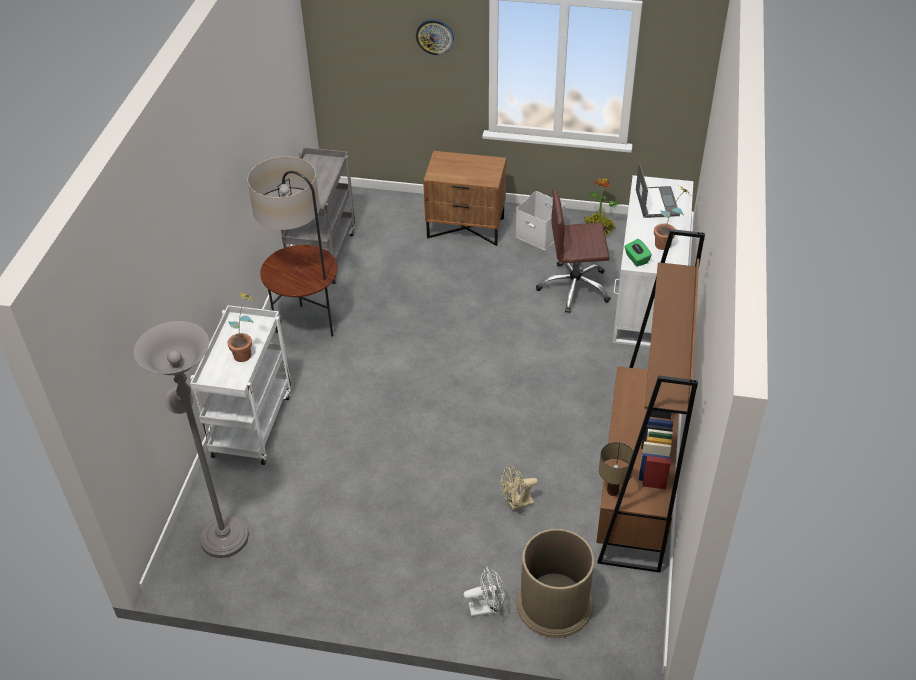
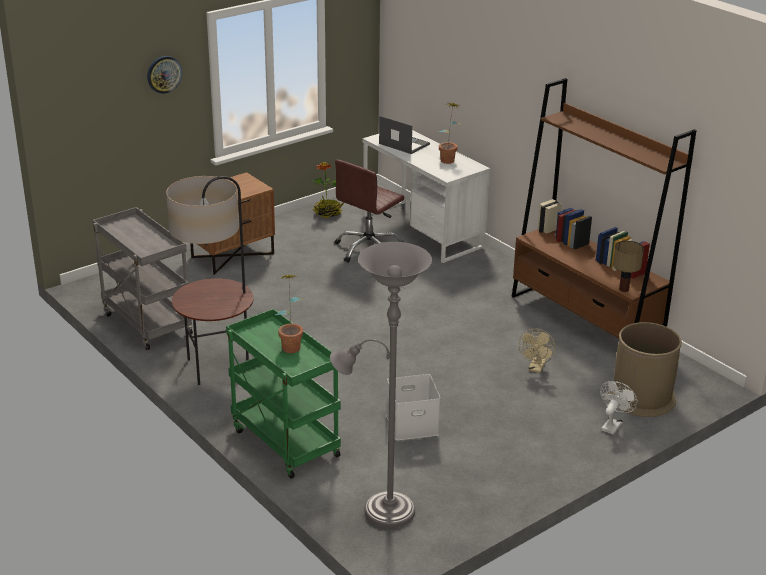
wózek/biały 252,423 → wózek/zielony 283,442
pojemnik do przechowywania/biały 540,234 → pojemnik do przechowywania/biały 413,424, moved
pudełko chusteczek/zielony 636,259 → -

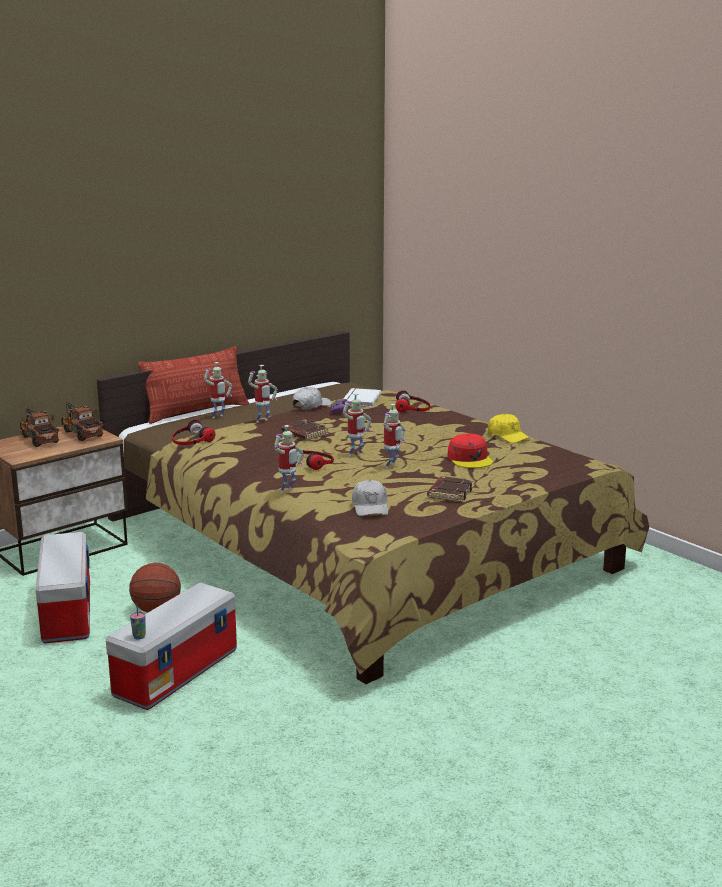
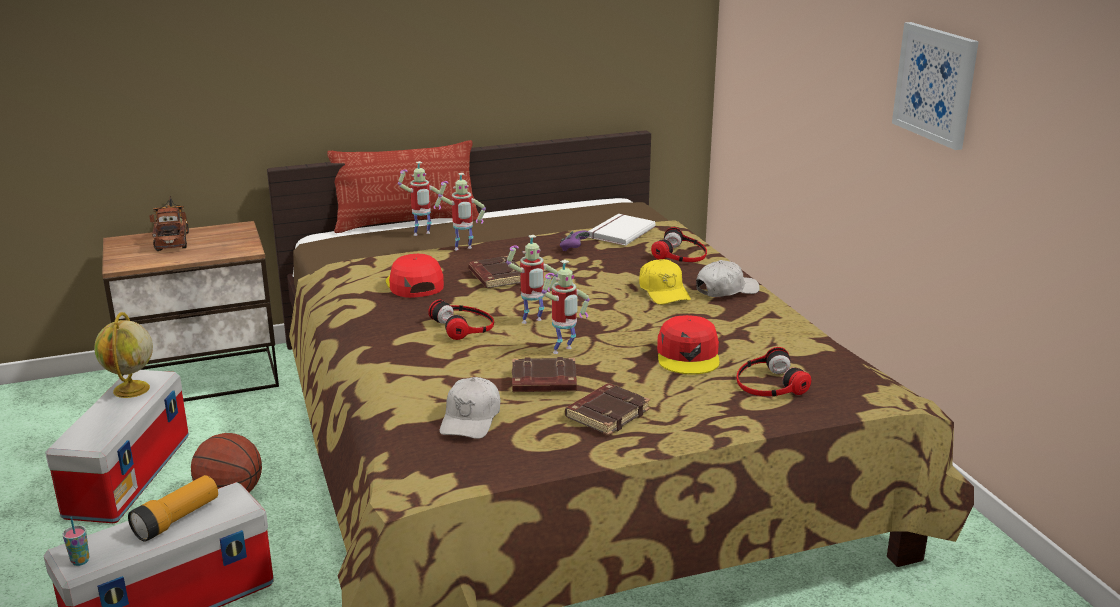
- → globus 131,390
- → latarka 177,520
- → czapka z daszkiem/czerwony 414,284
- → książka/brązowy 543,382
czapka z daszkiem/żółty 508,436 → czapka z daszkiem/żółty 663,292, moved
czapka z daszkiem/biały 311,406 → czapka z daszkiem/biały 726,290, moved
słuchawki 191,439 → słuchawki 769,383, moved
- → obraz 936,84
ciężarówka zabawkowa 81,433 → -
robot zabawkowy 287,491 → -

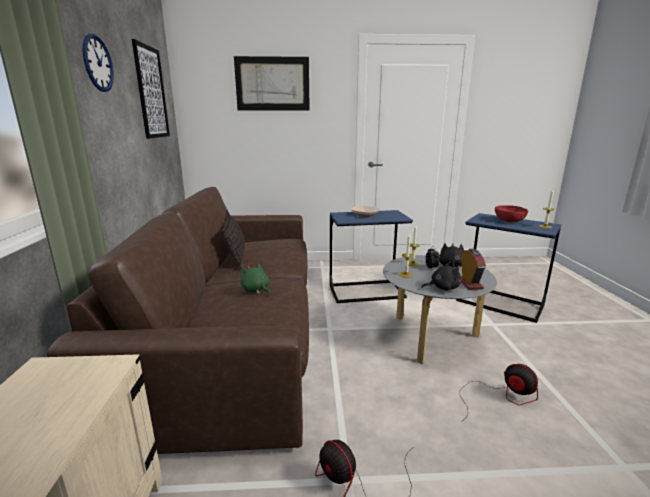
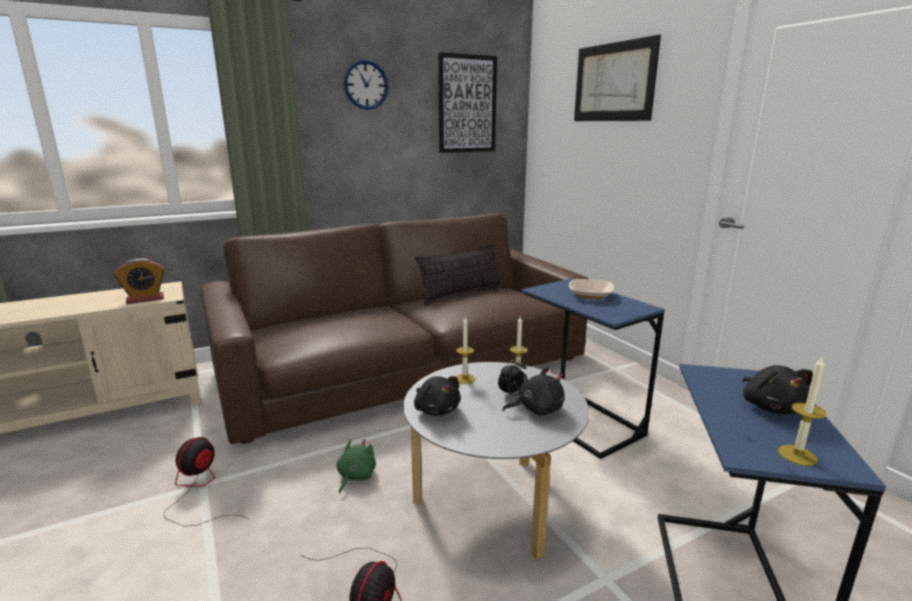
budzik 469,283 → budzik 145,299, moved
pluszak/zielony 256,290 → pluszak/zielony 355,476, moved
miska/czerwony 509,221 → pluszak/czarny 771,407

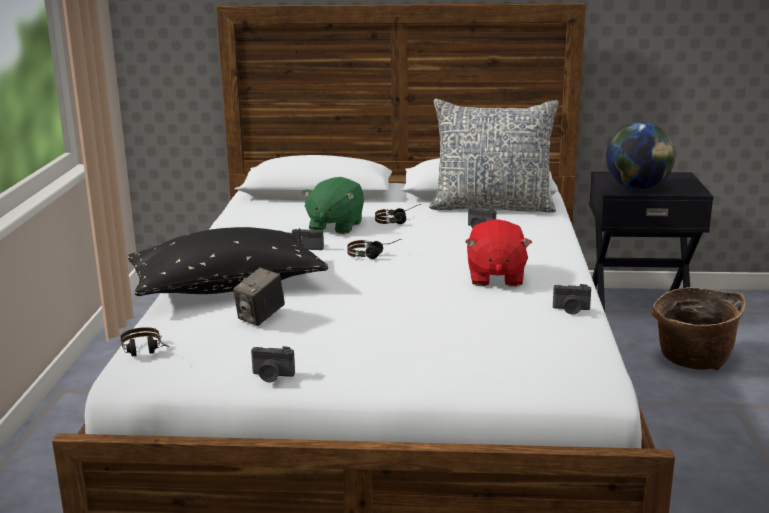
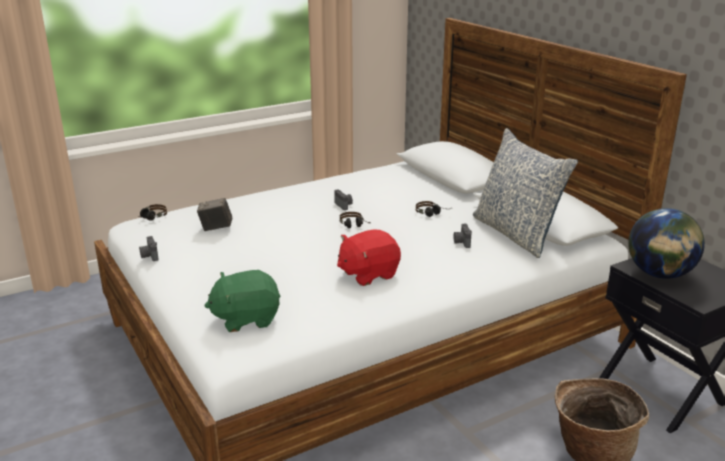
pluszak/zielony 335,226 → pluszak/zielony 246,318, moved
poduszka/czarny 227,287 → -
aparat fotograficzny 571,310 → -

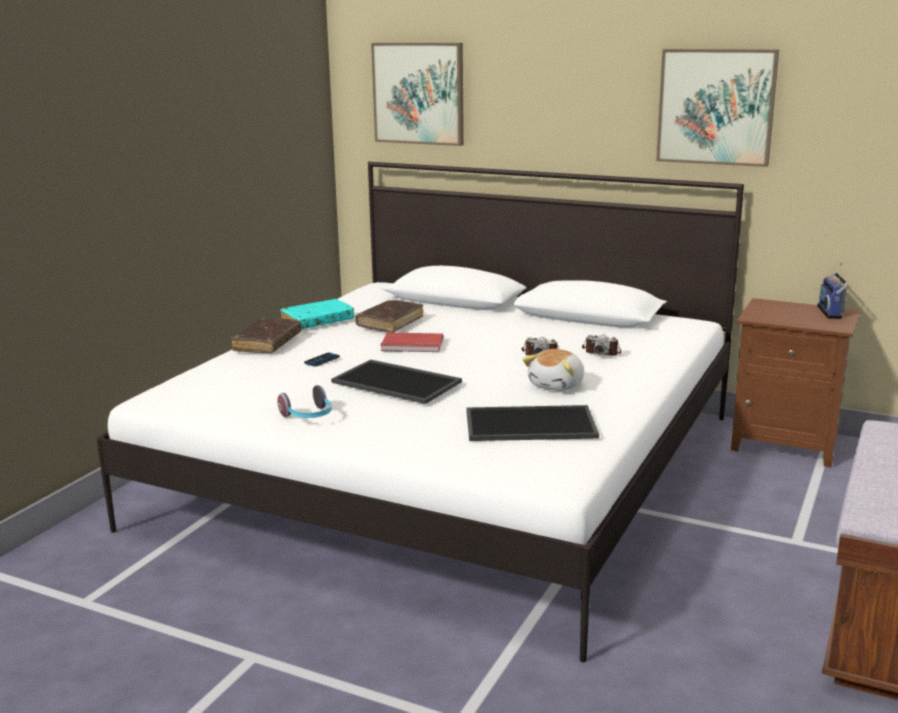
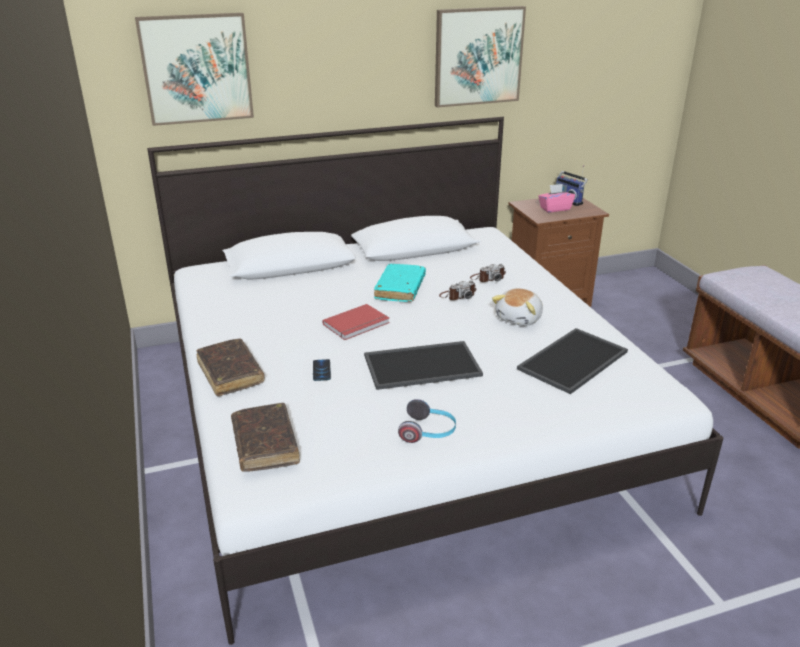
książka/brązowy 390,323 → książka/brązowy 265,445, moved
książka/turkusowy 317,322 → książka/turkusowy 400,289, moved
pluszak 557,385 → pluszak 520,318, 45 degrees clockwise
- → pudełko chusteczek/różowy 555,209

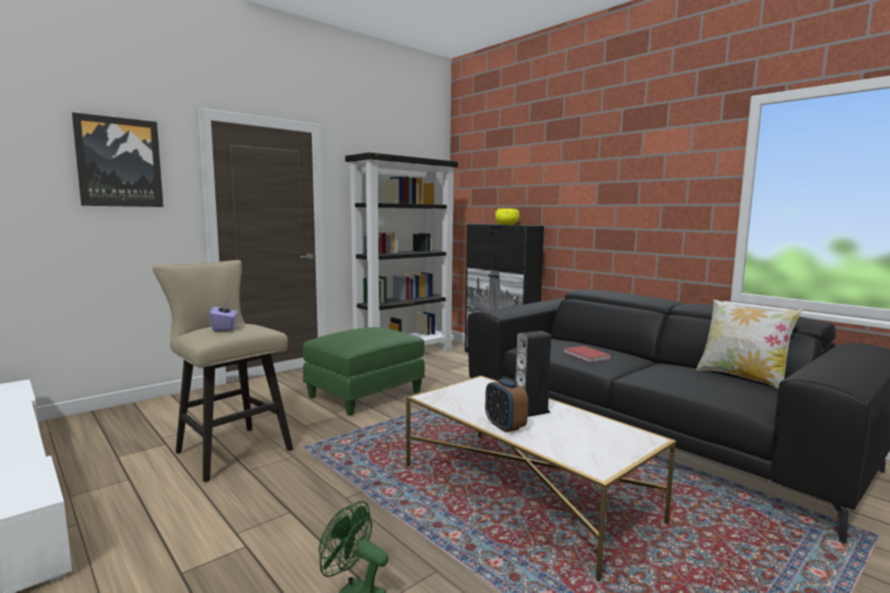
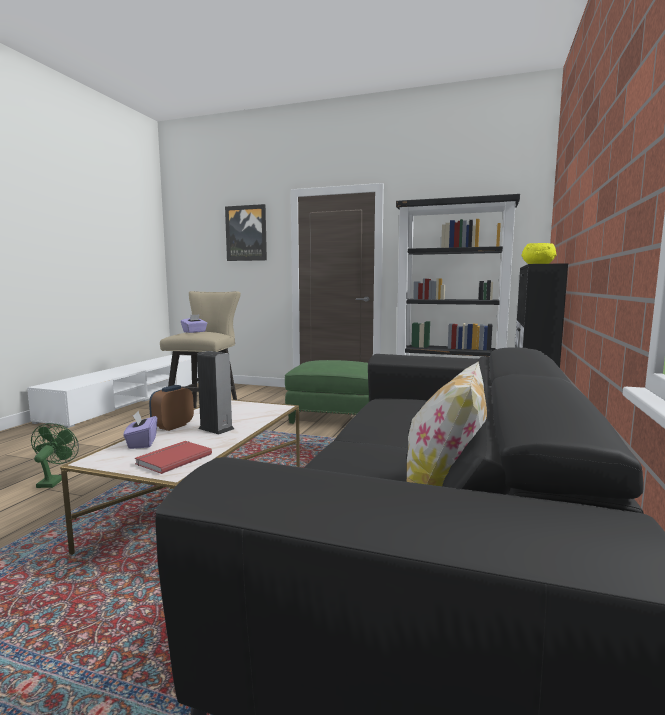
- → pudełko chusteczek/fioletowy 142,443
książka/czerwony 585,356 → książka/czerwony 172,459, moved

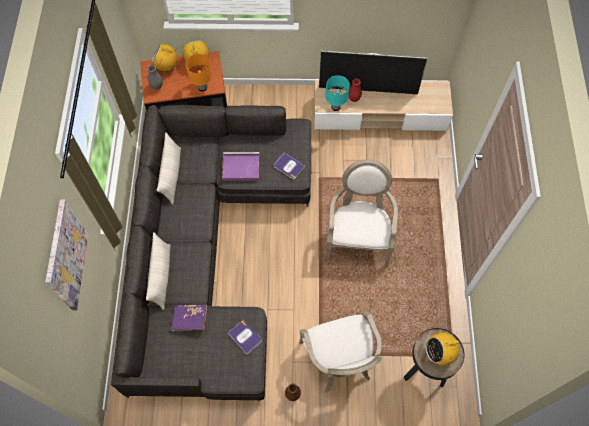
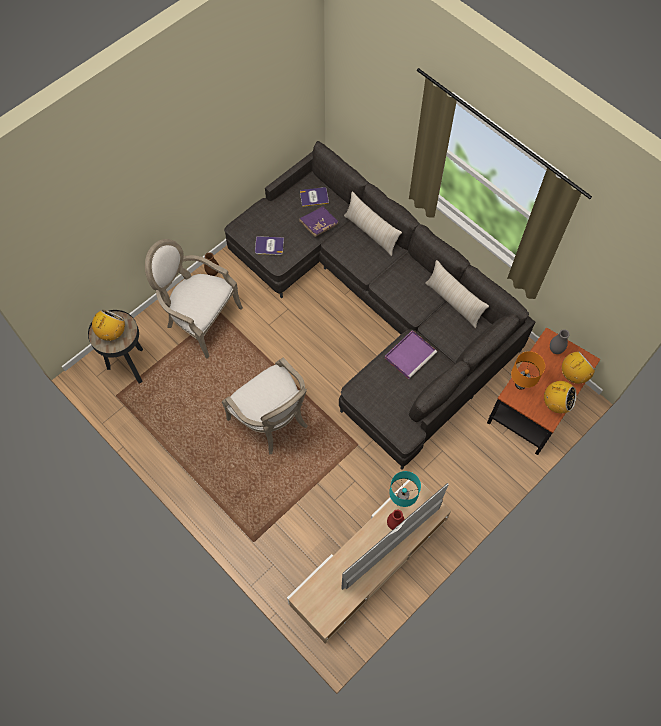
książka 288,166 → książka 314,197, moved
obraz 66,256 → -

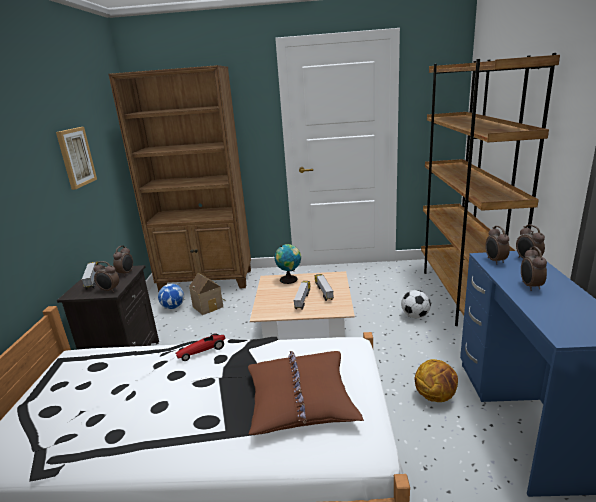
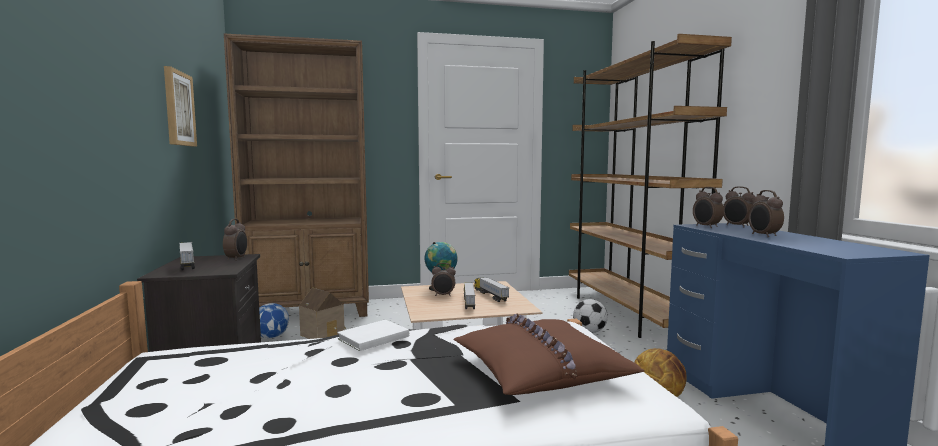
samochodzik 202,351 → książka/biały 371,338
budzik 109,290 → budzik 443,295, moved

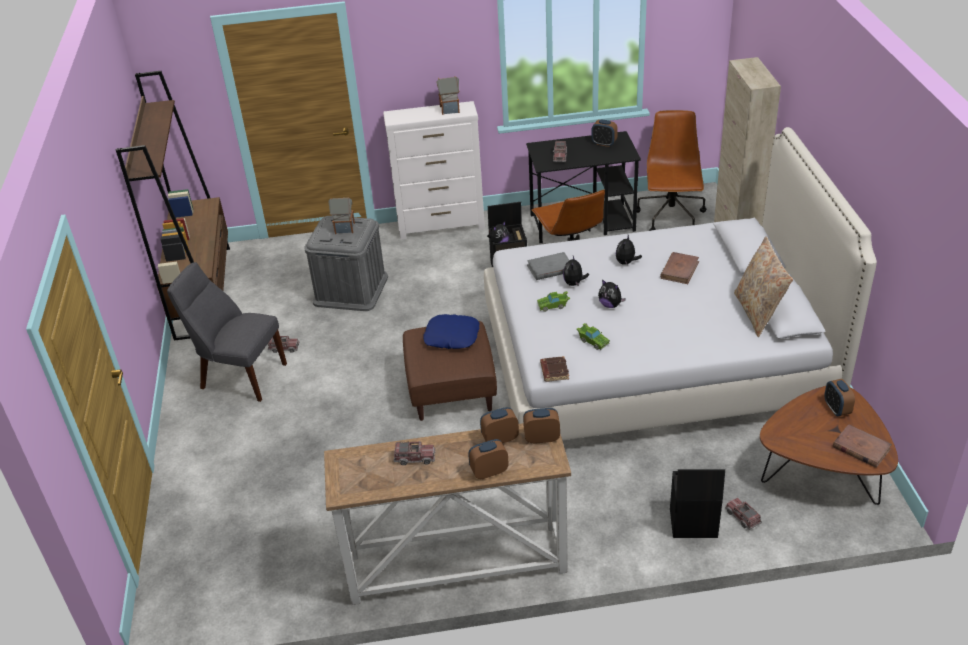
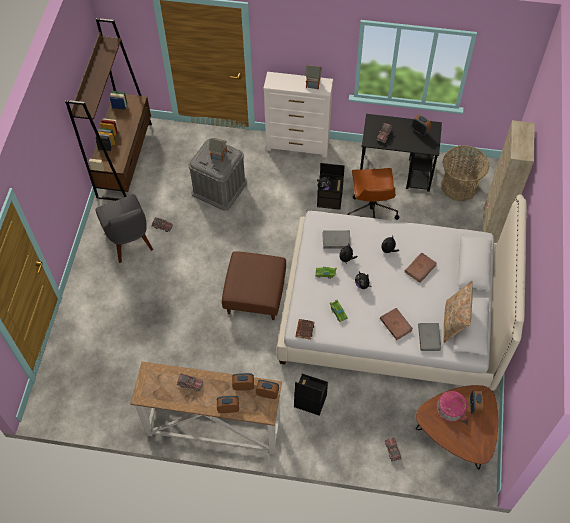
krzesło/szary 240,375 → krzesło/szary 129,241, 150 degrees counterclockwise
pojemnik do przechowywania/czarny 692,523 → pojemnik do przechowywania/czarny 309,401, moved
książka/brązowy 860,448 → książka/brązowy 395,324, moved
- → książka/szary 429,337
- → domek 451,407
krzesło biurowe/brązowy 671,218 → koszyk 459,186
poduszka/niebieski 451,337 → -

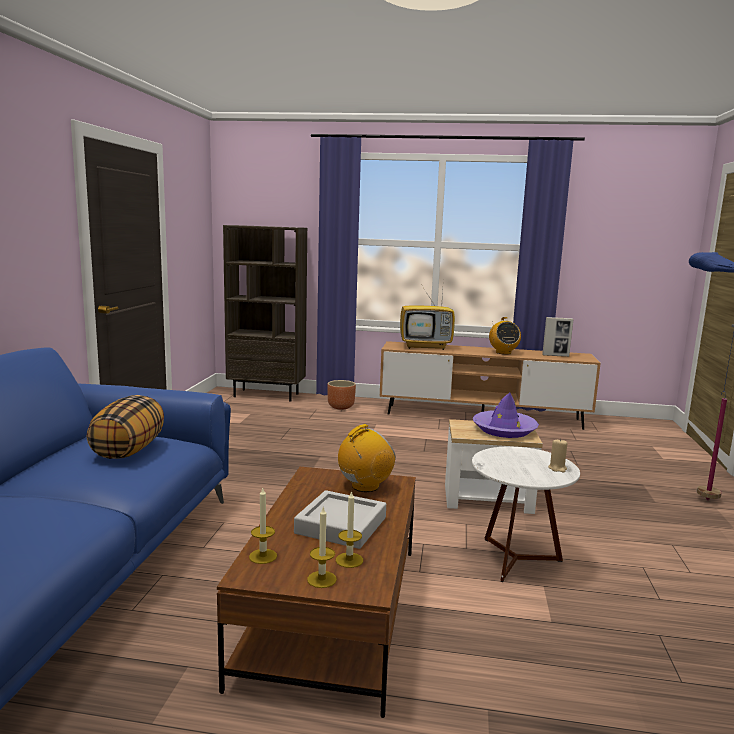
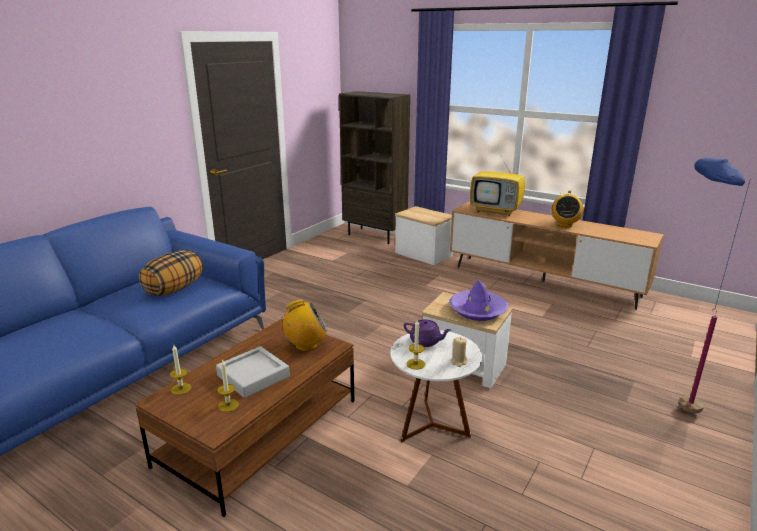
donica/brązowy 340,407 → stolik 424,255
- → imbryk/fioletowy 426,341
świeca 321,579 → świeca 415,364, moved
ramka na zdjęcie 555,355 → -

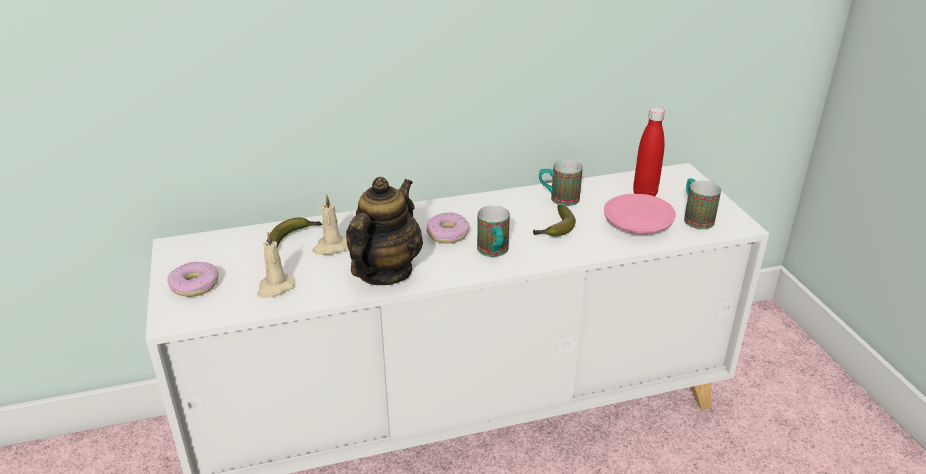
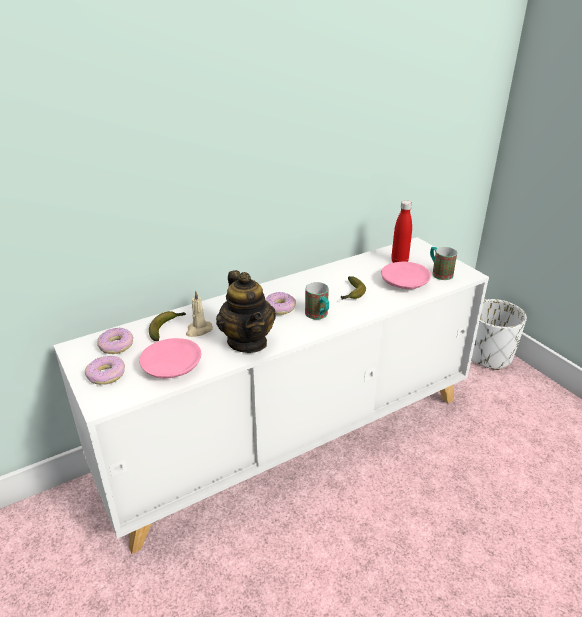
- → donut 116,345
świeca/beżowy 275,288 → talerz/różowy 171,366
imbryk 385,272 → imbryk 248,341, 150 degrees clockwise
- → donica/biały 488,356
kubek 558,199 → -

